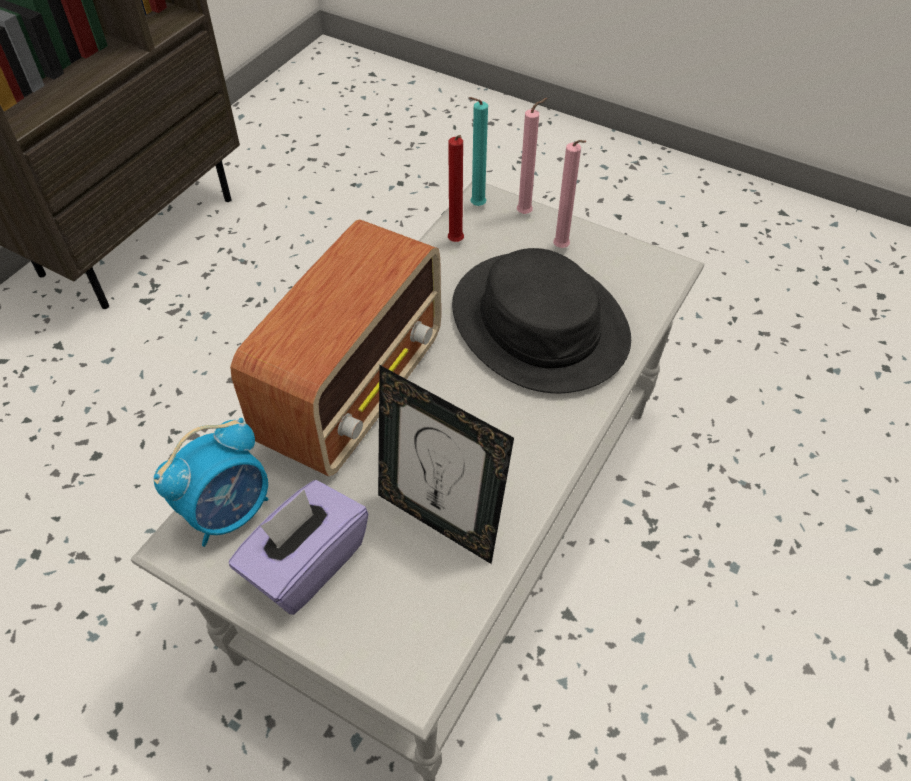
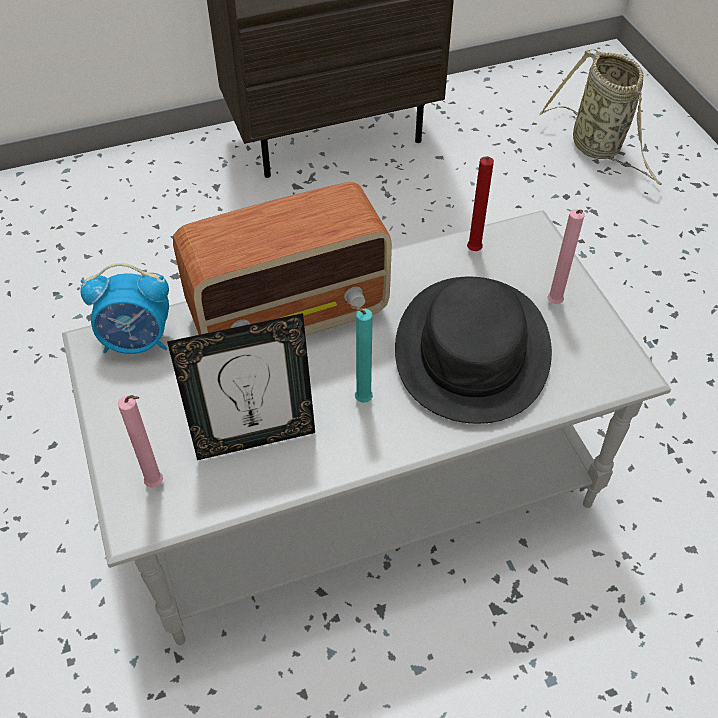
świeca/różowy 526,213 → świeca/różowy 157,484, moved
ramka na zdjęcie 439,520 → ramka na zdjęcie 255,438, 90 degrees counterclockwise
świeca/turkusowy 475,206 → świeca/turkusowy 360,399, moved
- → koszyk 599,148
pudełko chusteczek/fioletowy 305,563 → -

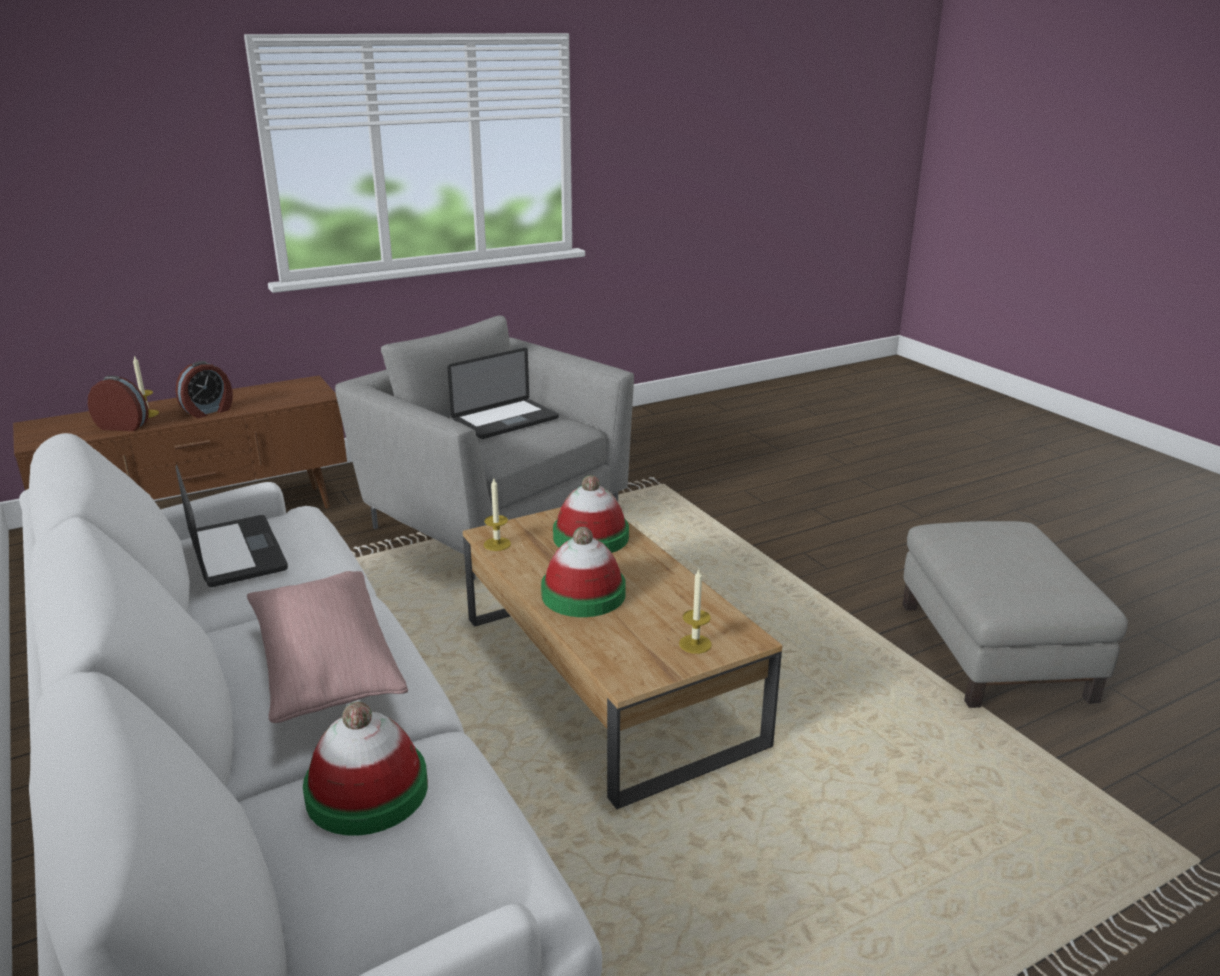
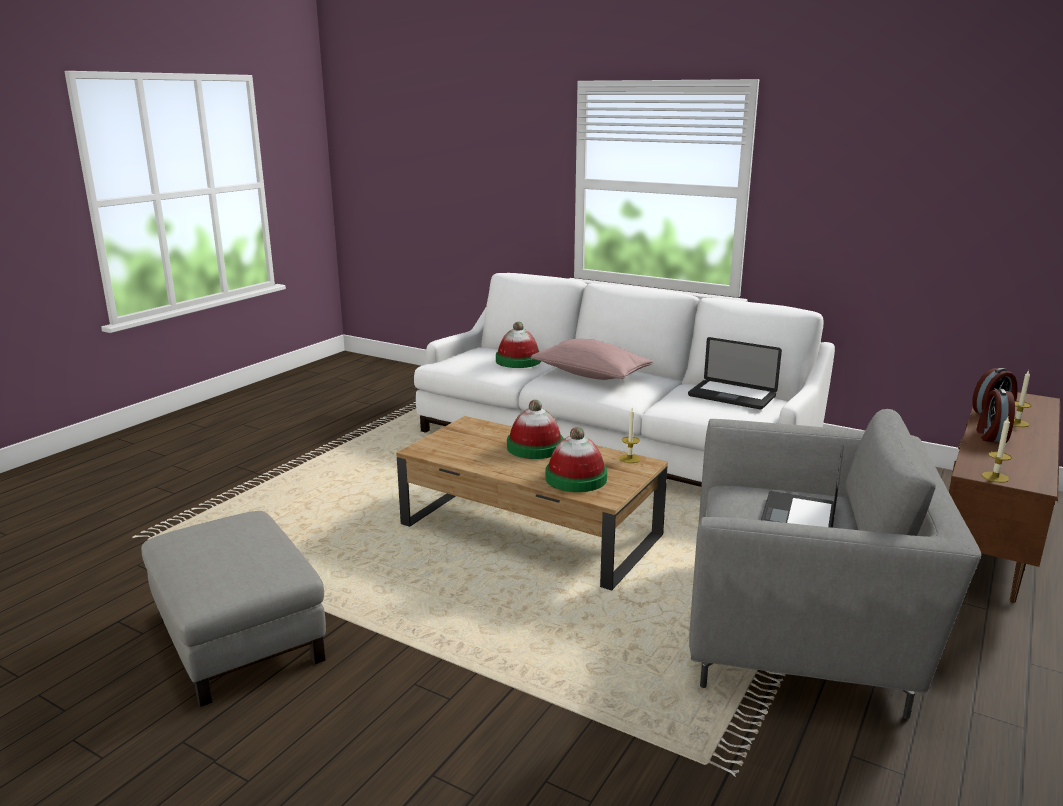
świeca 695,644 → świeca 995,477, moved

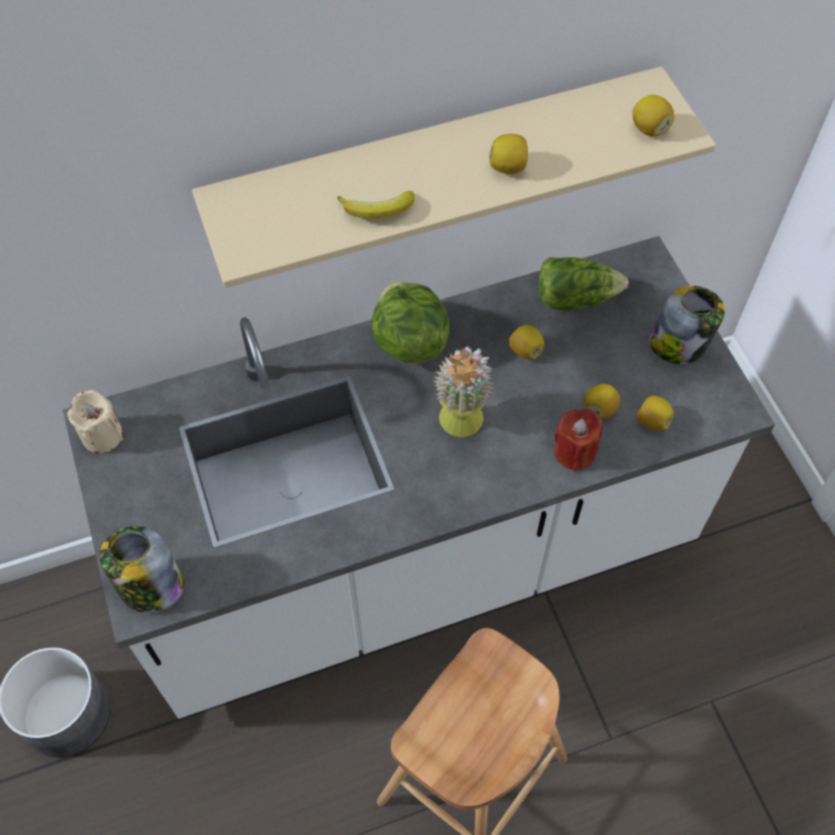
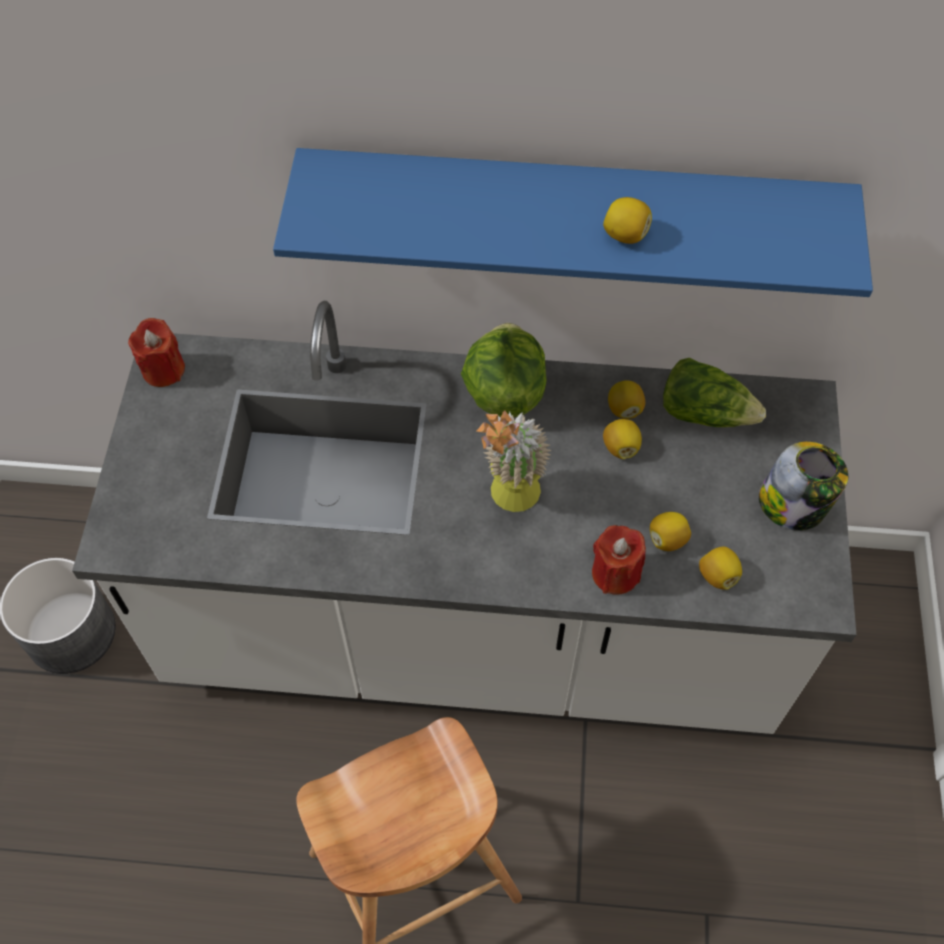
świeca/beżowy 102,435 → świeca/czerwony 163,369
półka/beżowy 435,163 → półka/niebieski 571,208
cytryna 649,129 → cytryna 624,409, moved
słoik 150,586 → -
banan 378,210 → -

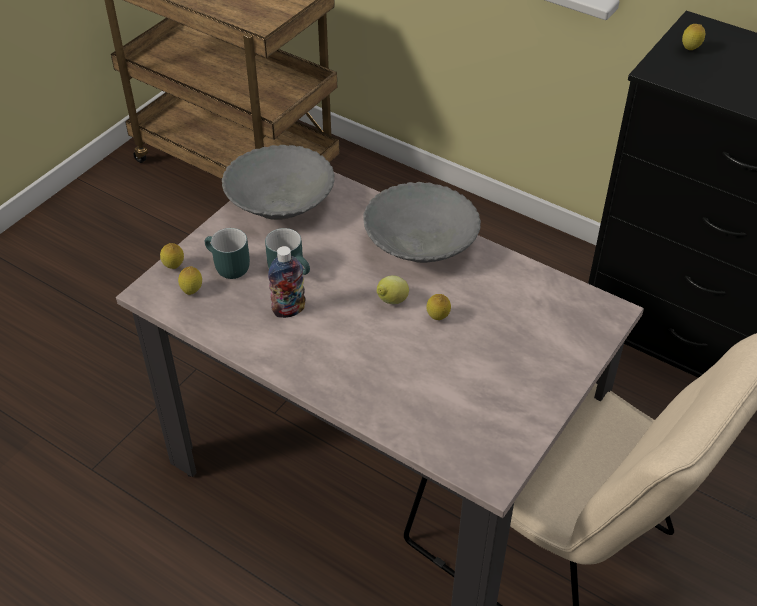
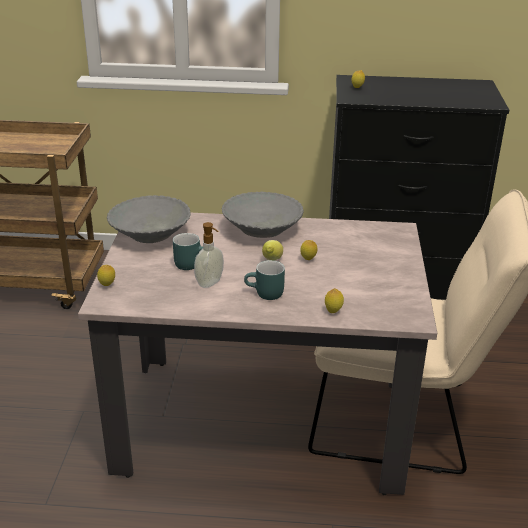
butelka 289,310 → dozownik mydła 210,283
kubek/turkusowy 226,267 → kubek/turkusowy 265,294, moved
cytryna 192,292 → cytryna 333,311, moved

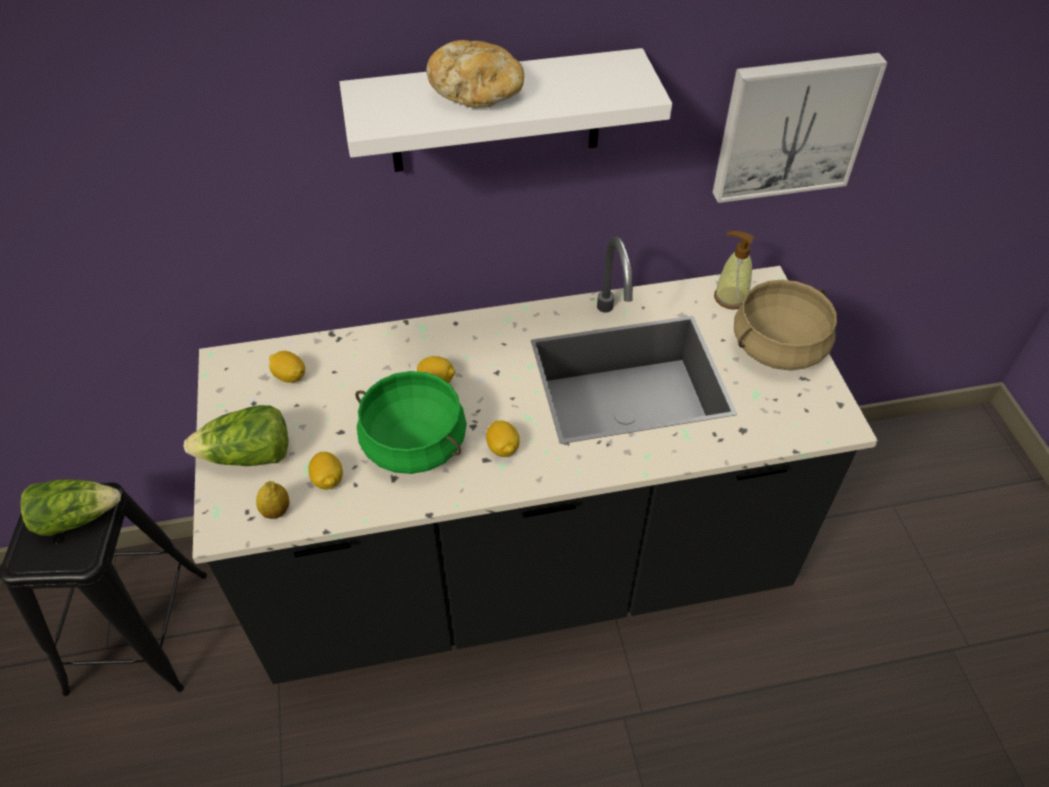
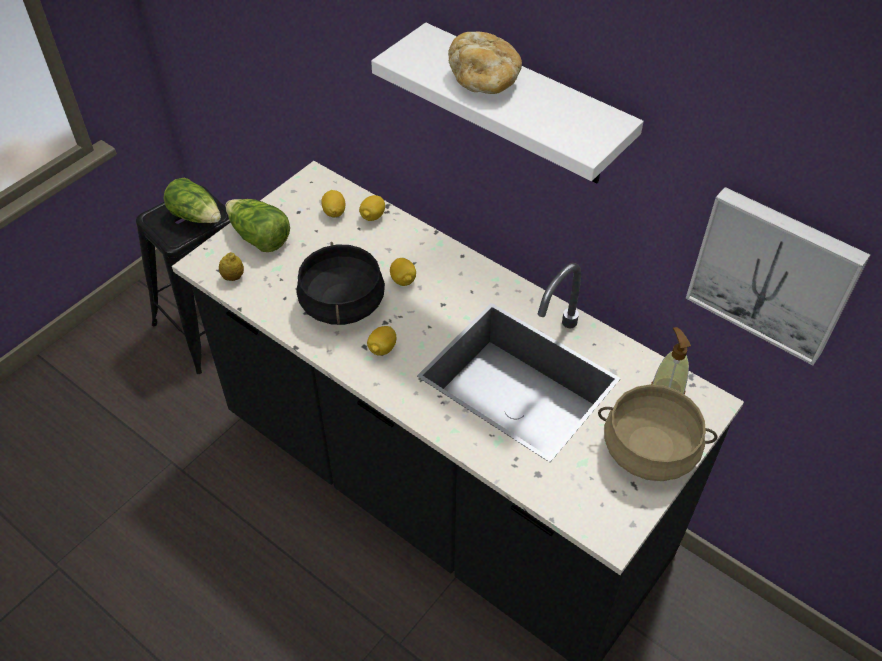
garnek/zielony 413,443 → garnek/czarny 341,303
cytryna 328,480 → cytryna 373,216, moved

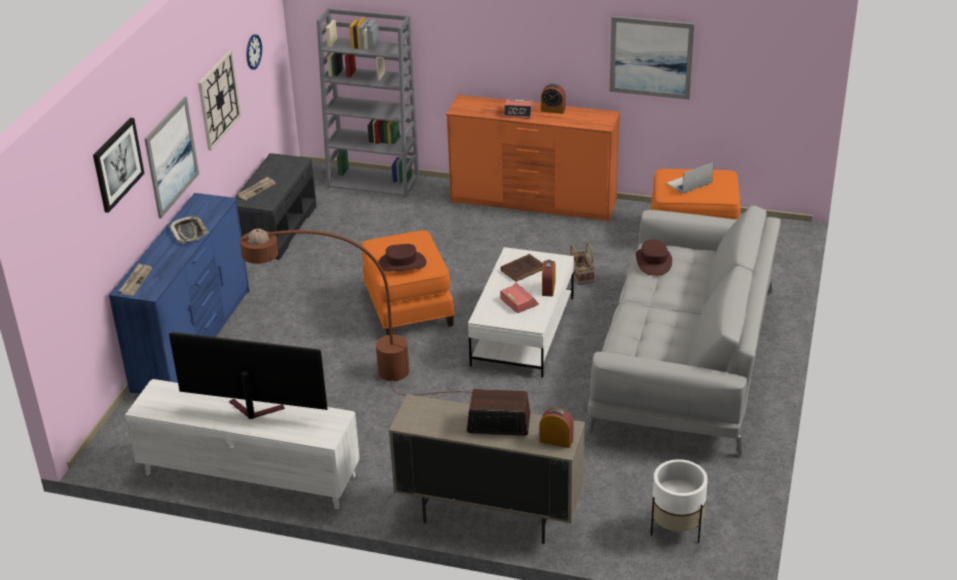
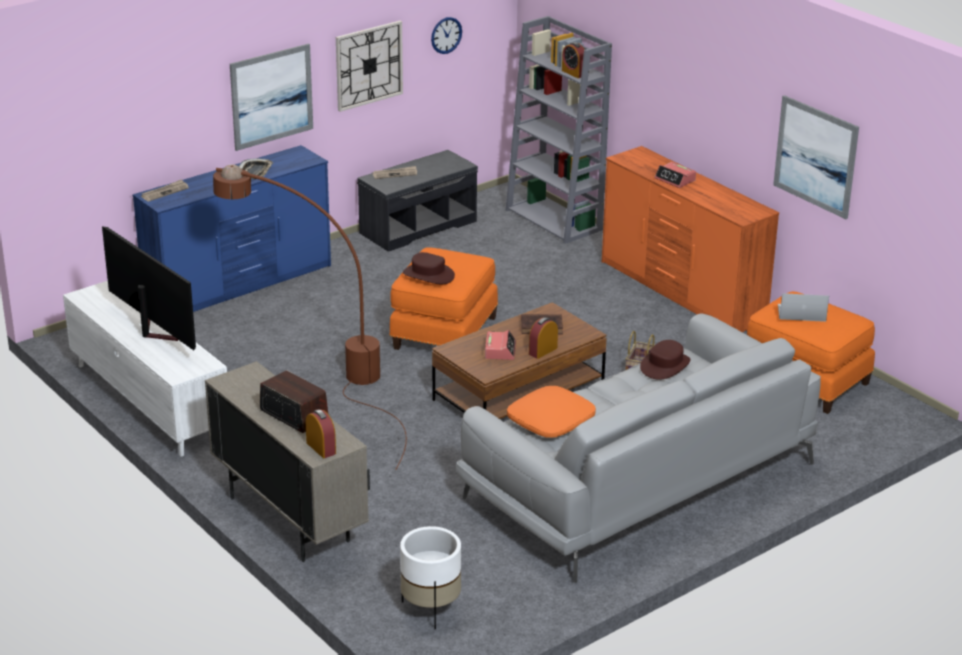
ława/biały 523,331 → ława/brązowy 518,393
- → poduszka/pomarańczowy 551,421
budzik 553,110 → budzik 573,73, moved
obraz 117,164 → -

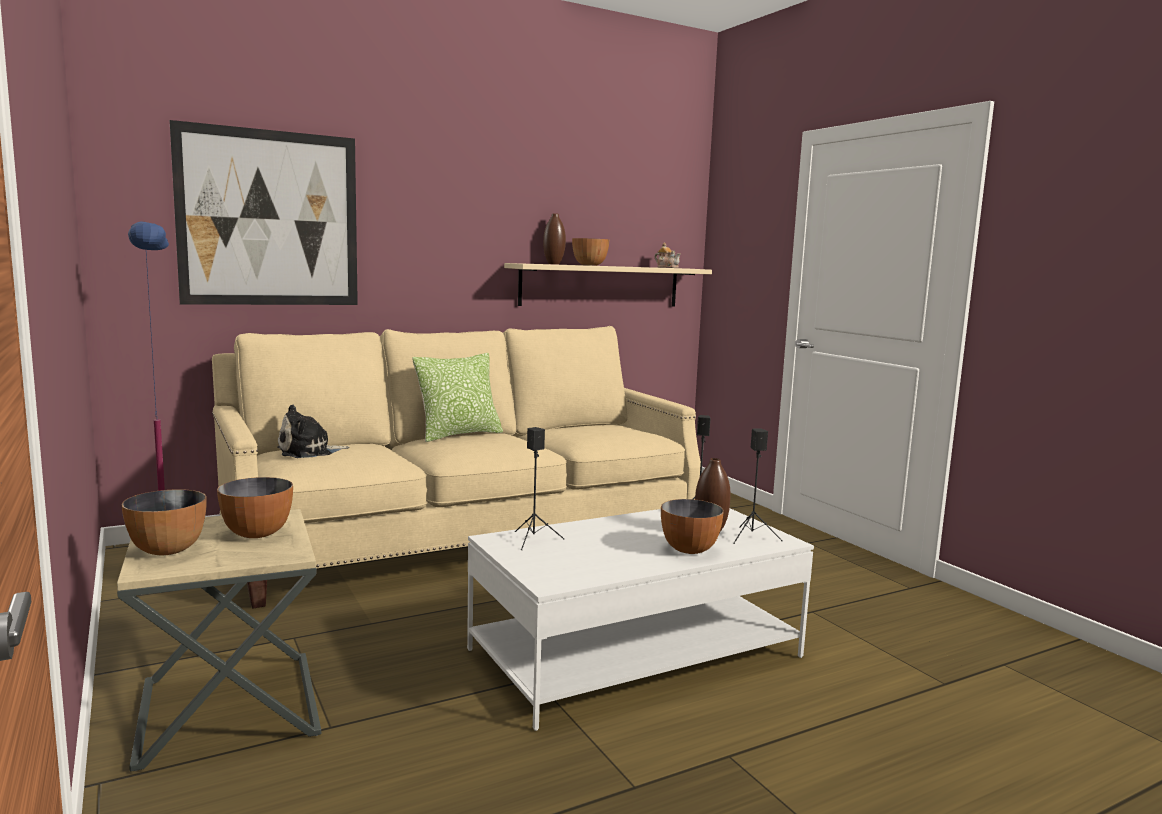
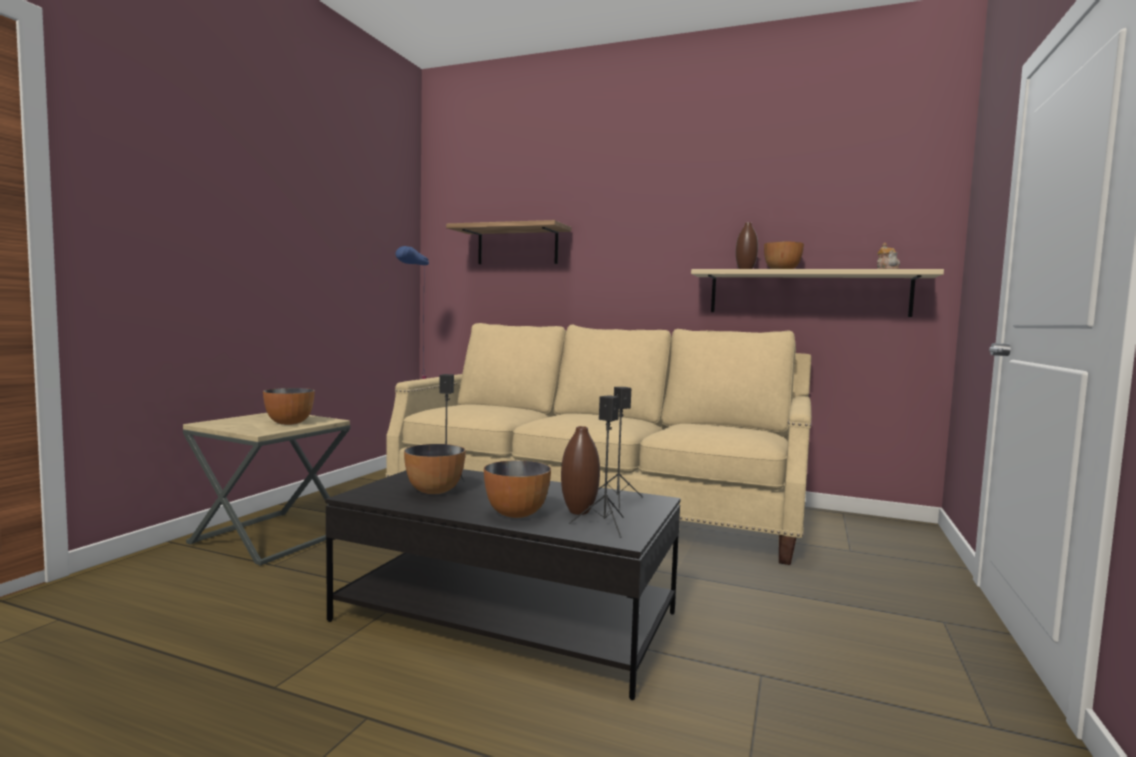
ława/biały 636,653 → ława/czarny 507,617
miska 167,550 → miska 434,491, moved
obraz 269,218 → półka 517,246
pluszak 308,452 → -
poduszka 458,435 → -

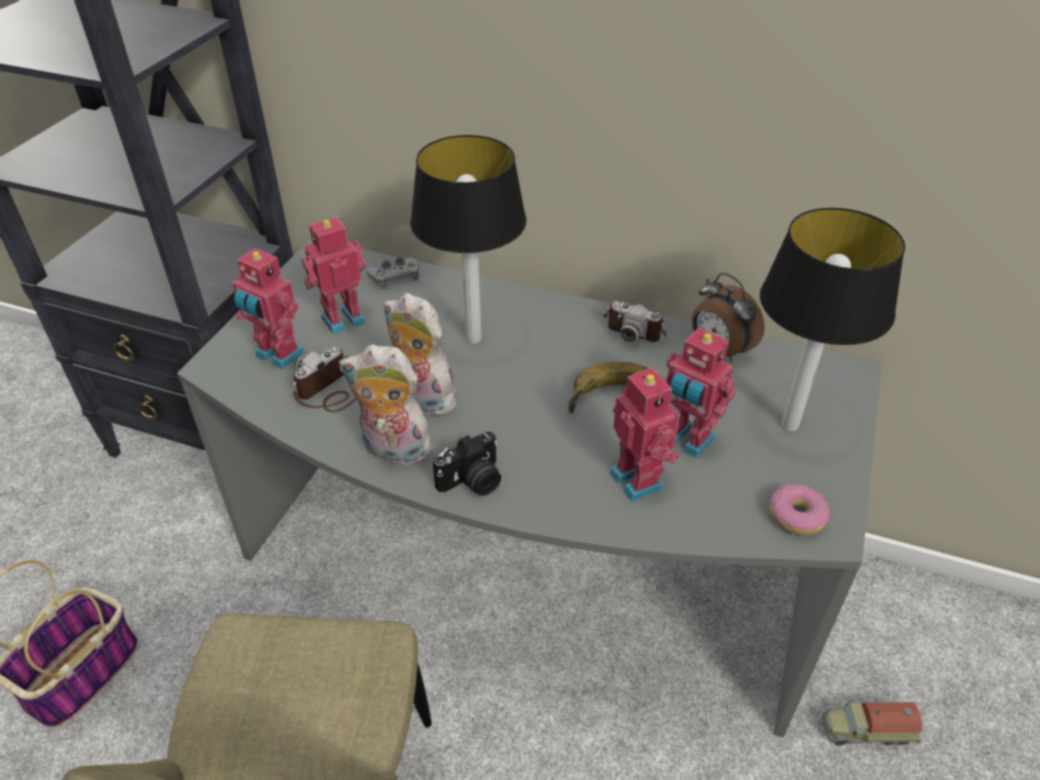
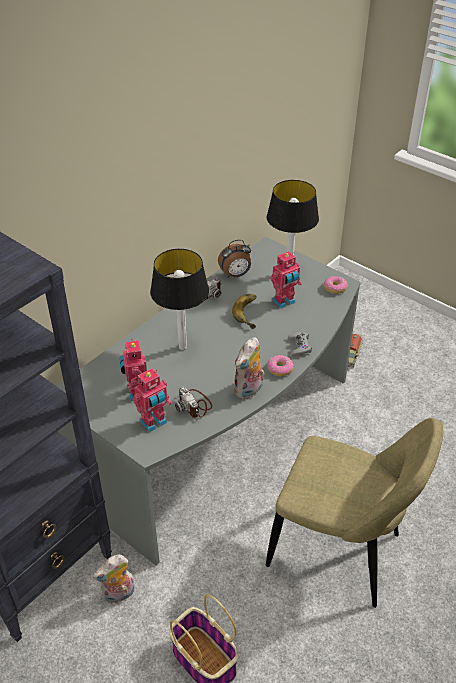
pluszak 421,399 → pluszak 119,595, moved
aparat fotograficzny 472,481 → donut 279,369
pad do gier/szary 395,277 → pad do gier/szary 299,346, moved
robot zabawkowy 639,479 → -

